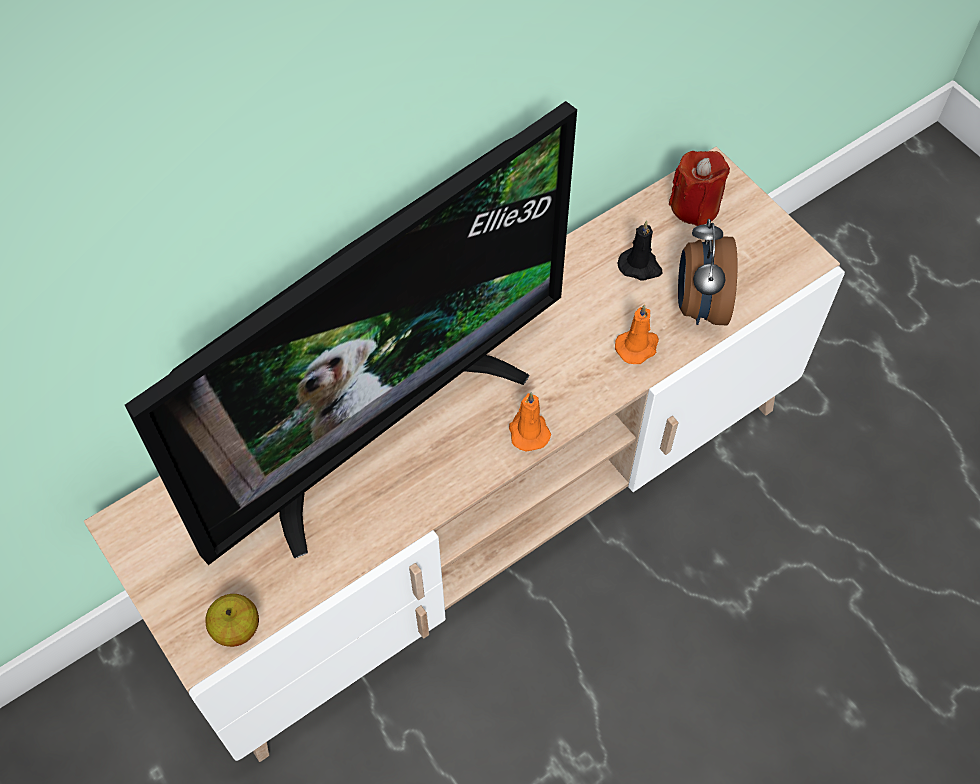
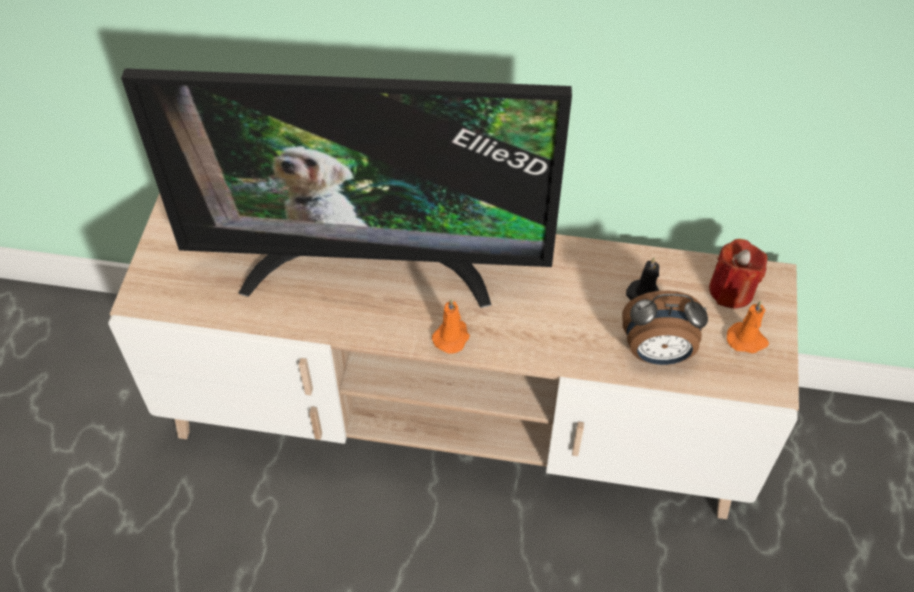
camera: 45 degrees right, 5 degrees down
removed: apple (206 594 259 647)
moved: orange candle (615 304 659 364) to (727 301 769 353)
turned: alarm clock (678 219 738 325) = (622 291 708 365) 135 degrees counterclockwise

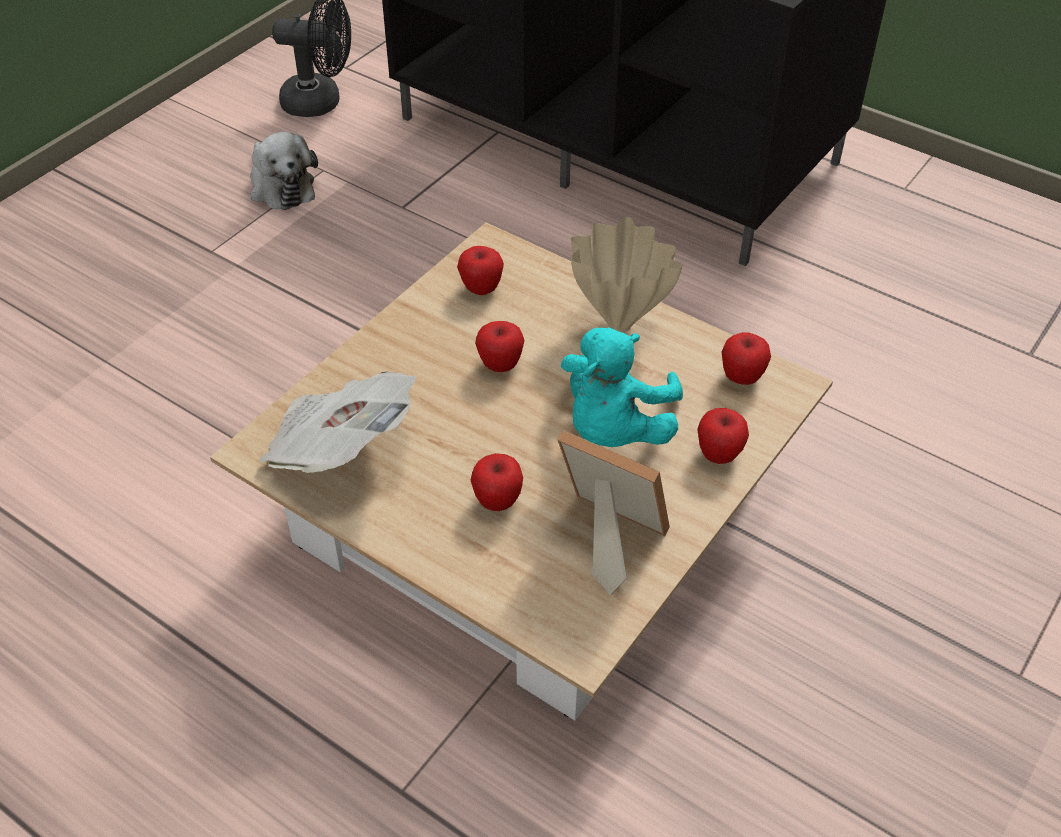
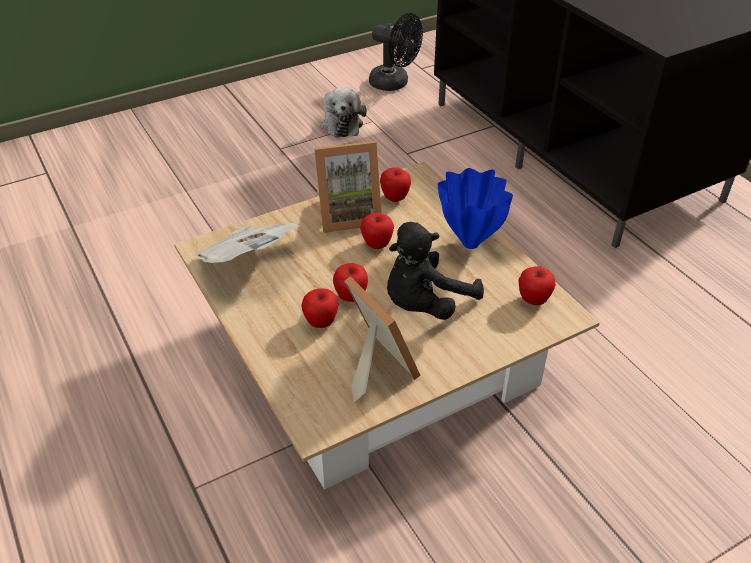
camera: 25 degrees right, 5 degrees down
added: picture frame (314 141 382 233)
moved: apple (697 408 749 464) to (333 263 368 302)
recoloured: turquoise plush toy (561 327 683 447) to black plush toy (387 222 484 320); beige vase (571 217 682 333) to blue vase (438 168 513 249)

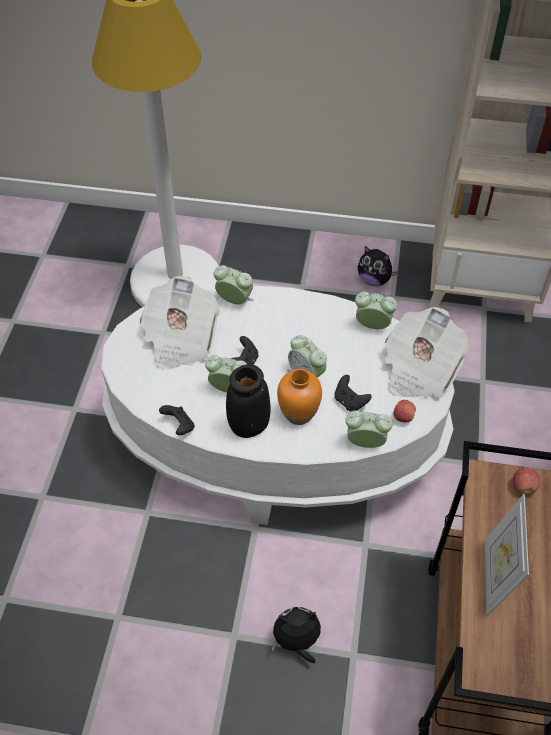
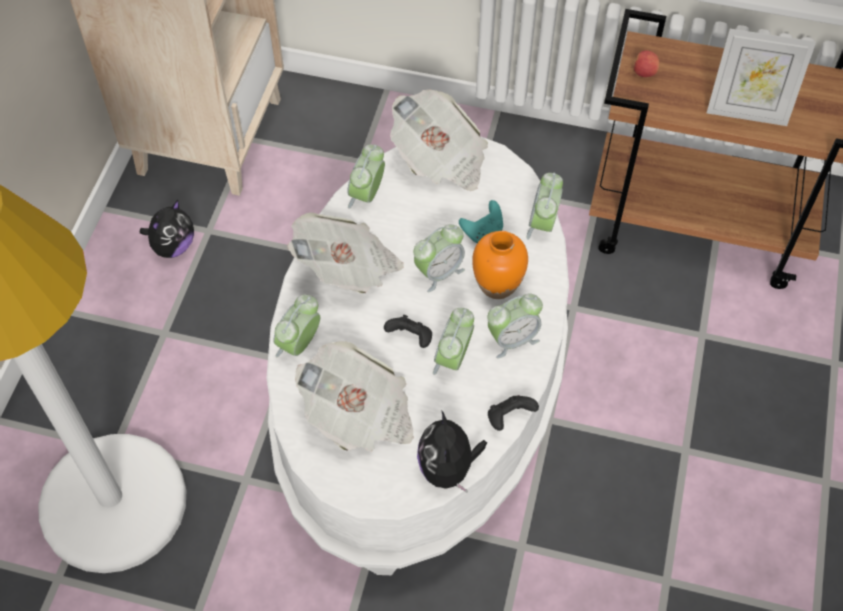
camera: 85 degrees left, 5 degrees up
removed: apple (393 400 416 422)
added: newspaper (287 212 404 294)
moved: plush toy (271 607 321 663) to (417 410 487 493)
replaced: black vase (226 364 270 438) to alarm clock (487 293 543 358)
recoloured: black game controller (335 375 372 412) to turquoise game controller (459 200 503 243)

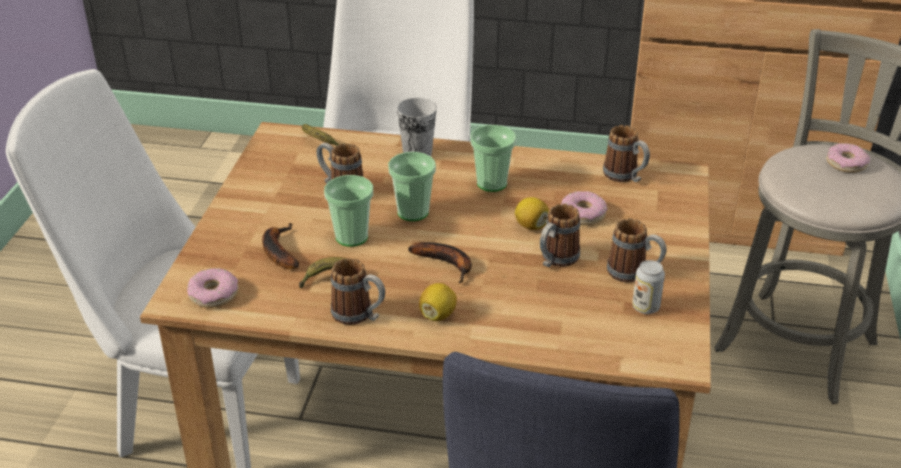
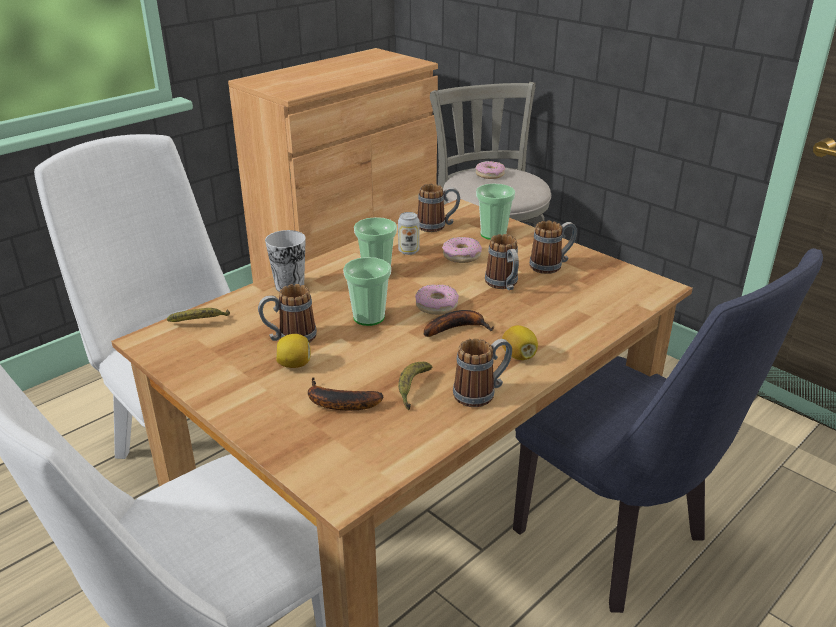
camera: 55 degrees left, 5 degrees down
moved: donut (187 268 239 308) to (415 285 459 315); cup (324 175 373 247) to (476 183 515 240); lemon (515 197 549 230) to (276 334 311 368); can (632 260 665 314) to (398 212 419 255)

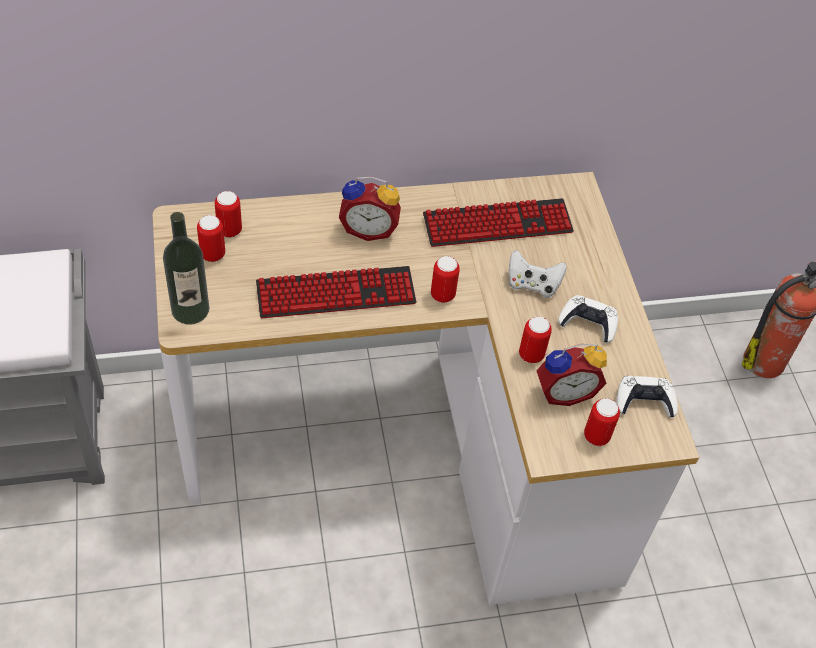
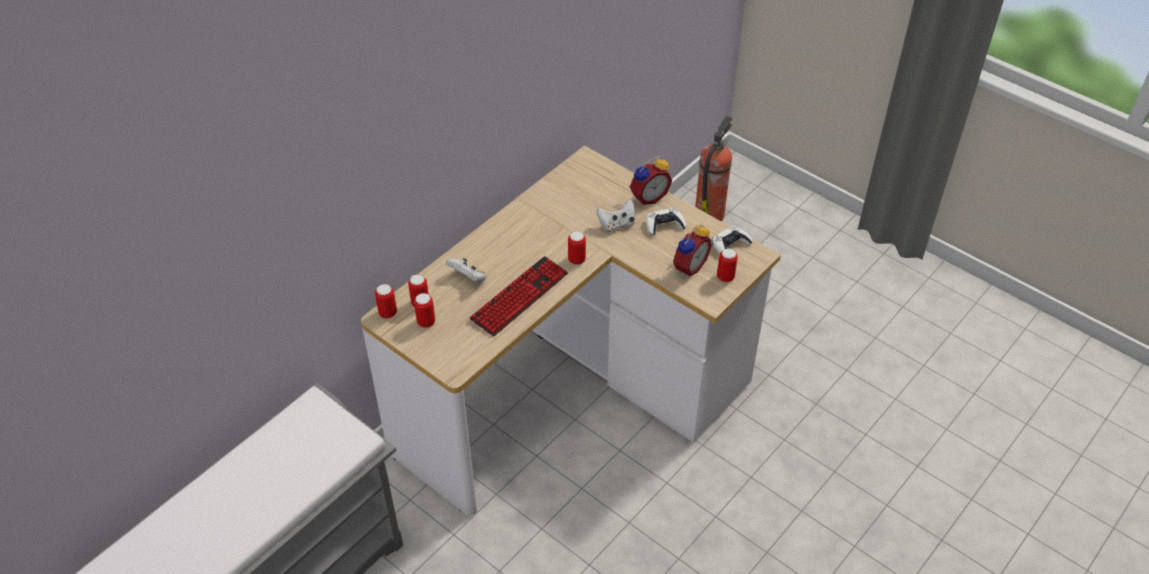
camera: 35 degrees left, 5 degrees down
removed: bottle (163 212 209 325); keyboard (423 198 574 247)
added: white game controller (446 258 486 283)
moved: alarm clock (339 176 401 241) to (630 156 672 205); can (519 316 552 363) to (375 284 397 319)

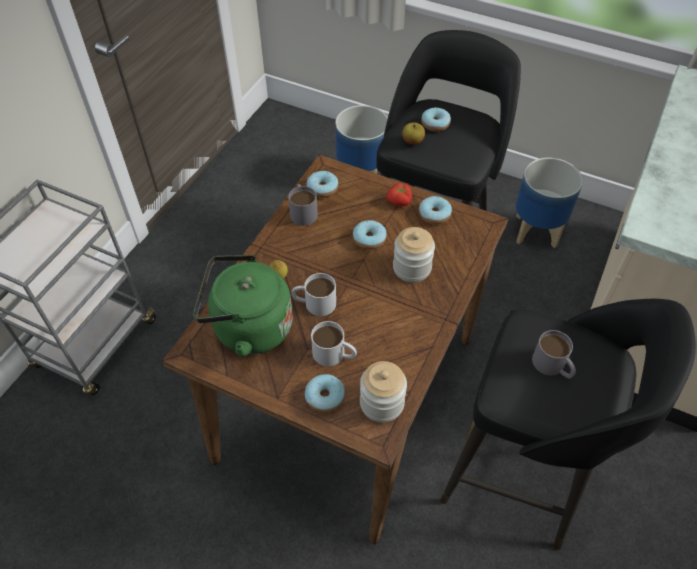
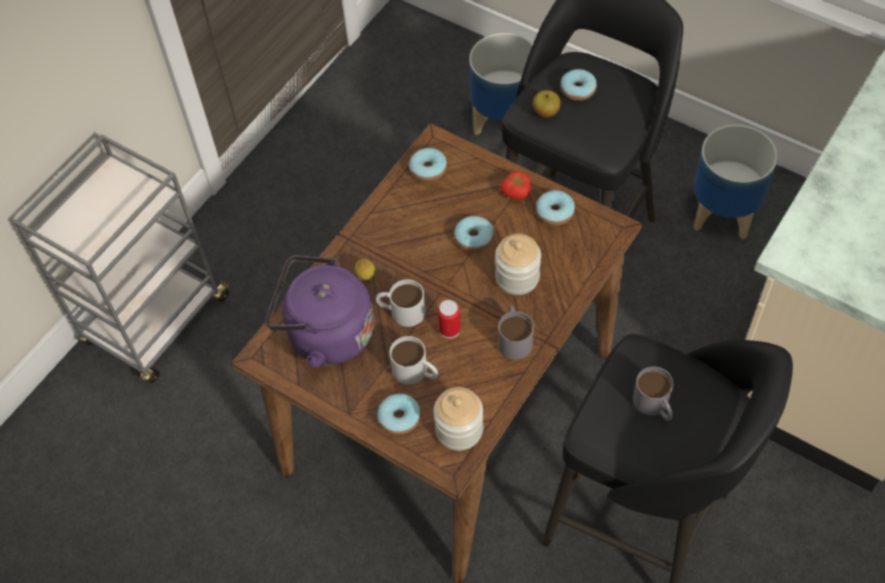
camera: 10 degrees right, 5 degrees up
added: can (438 300 461 339)
moved: grey mug (288 184 318 226) to (498 305 534 360)
recoloured: green kettle (193 255 293 357) to purple kettle (265 255 374 368)

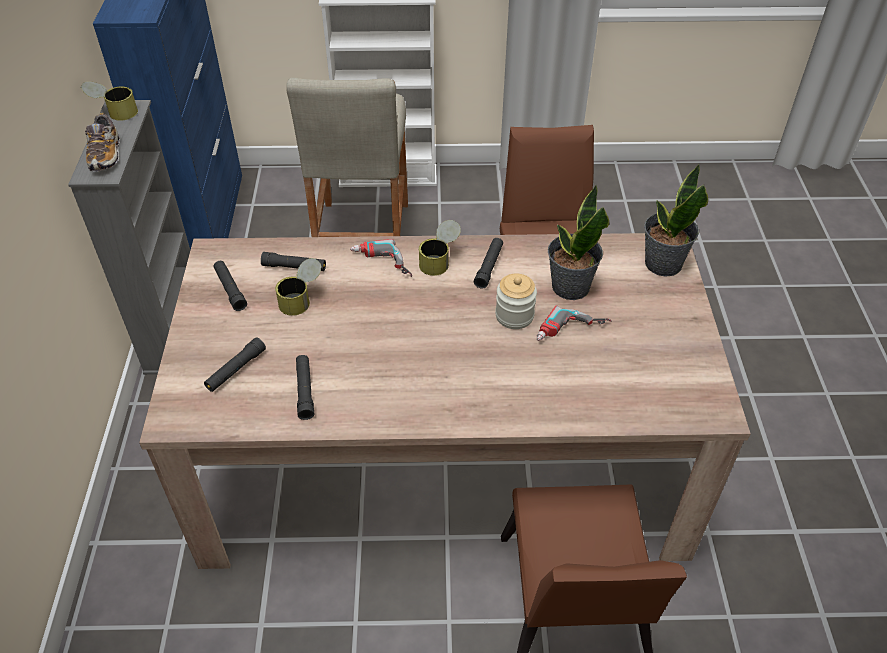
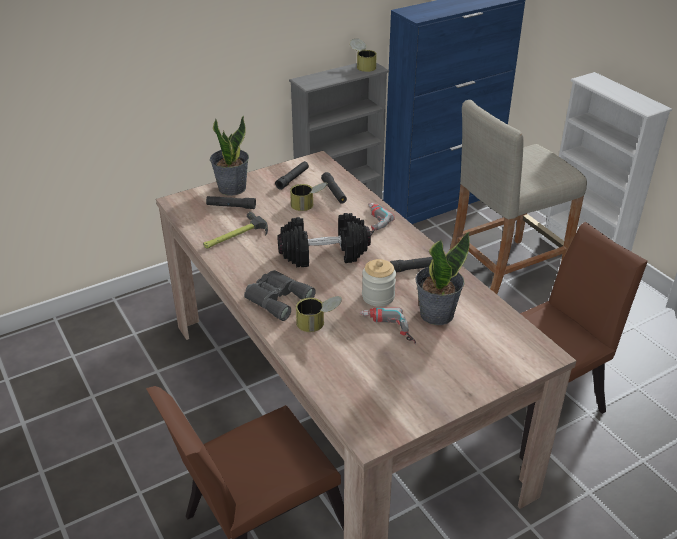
camera: 60 degrees right, 10 degrees down
removed: shoe (85 113 120 172)
added: grey binoculars (244 270 316 321); black dumbbell (277 213 371 267)
moved: can (419 220 461 276) to (296 296 342 332); potted plant (644 164 708 277) to (210 116 249 196)
replaced: black flashlight (296 355 314 420) to hammer (203 212 268 249)

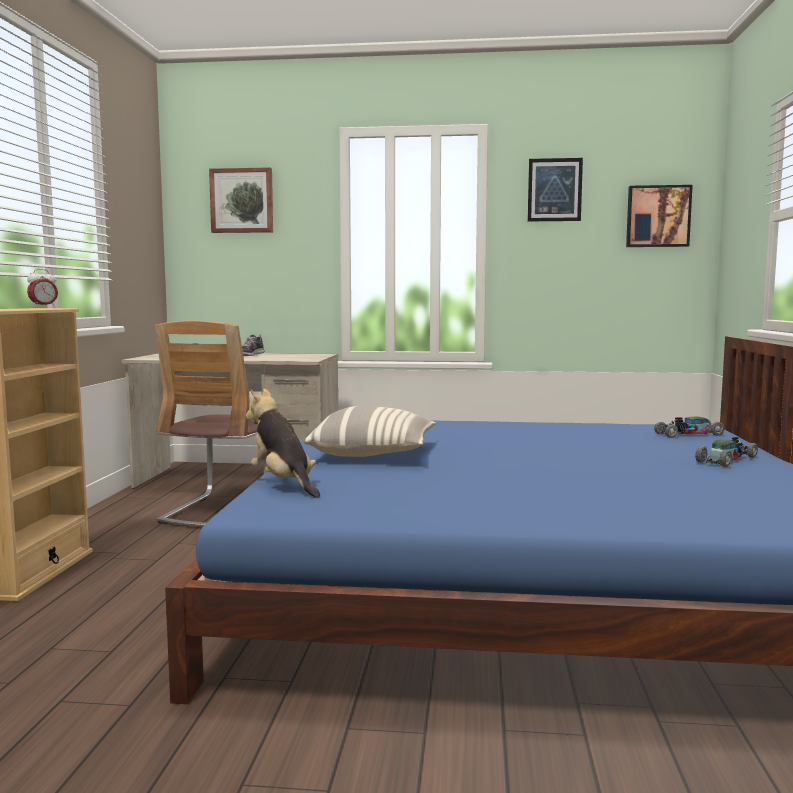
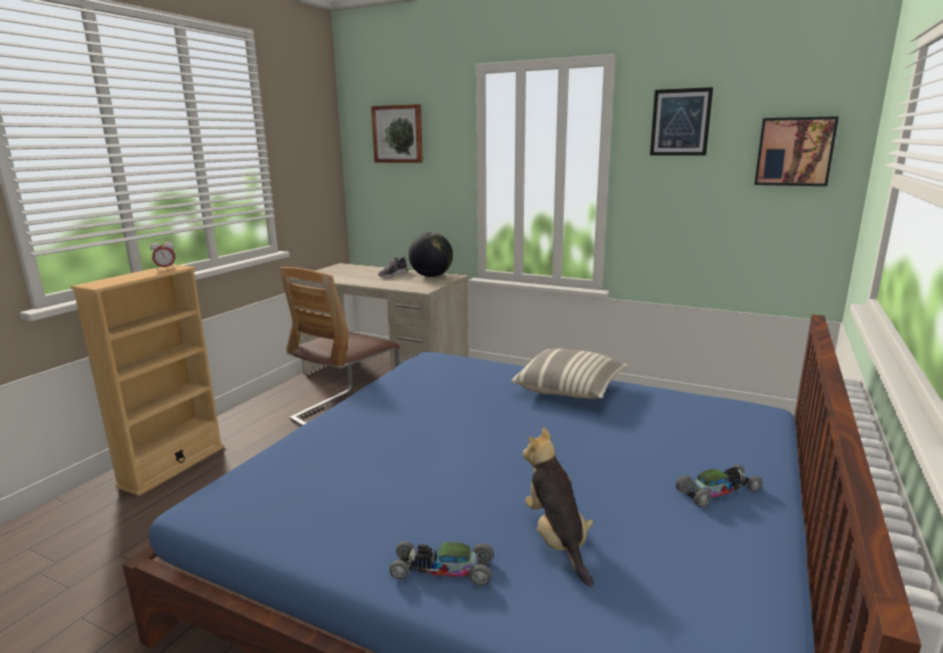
camera: 20 degrees right, 10 degrees up
added: globe (409 232 453 277)
moved: plush toy (246 388 320 498) to (523 427 594 587); pillow (304 406 436 457) to (511 349 628 399); toy car (654 417 725 438) to (389 541 494 586)

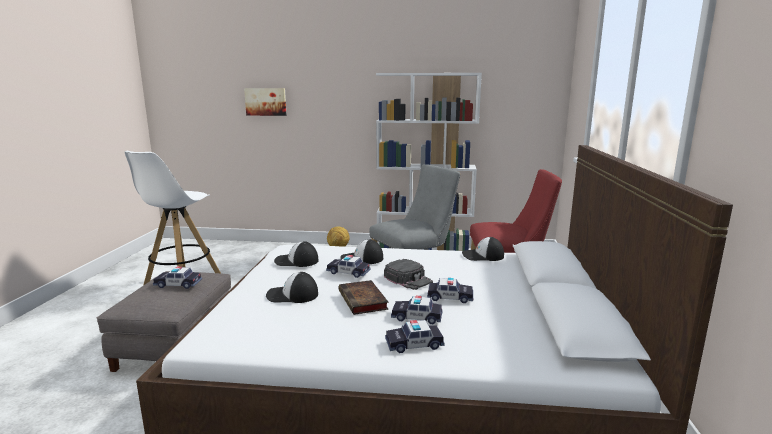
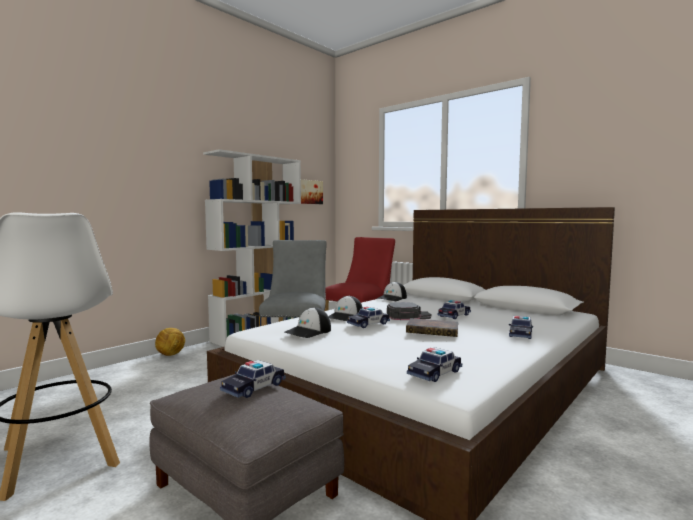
camera: 55 degrees left, 10 degrees down
removed: cap (266 272 318 303)
moved: picture (244 88 287 116) to (301 179 323 204); toy car (391 296 443 324) to (407 347 462 382)

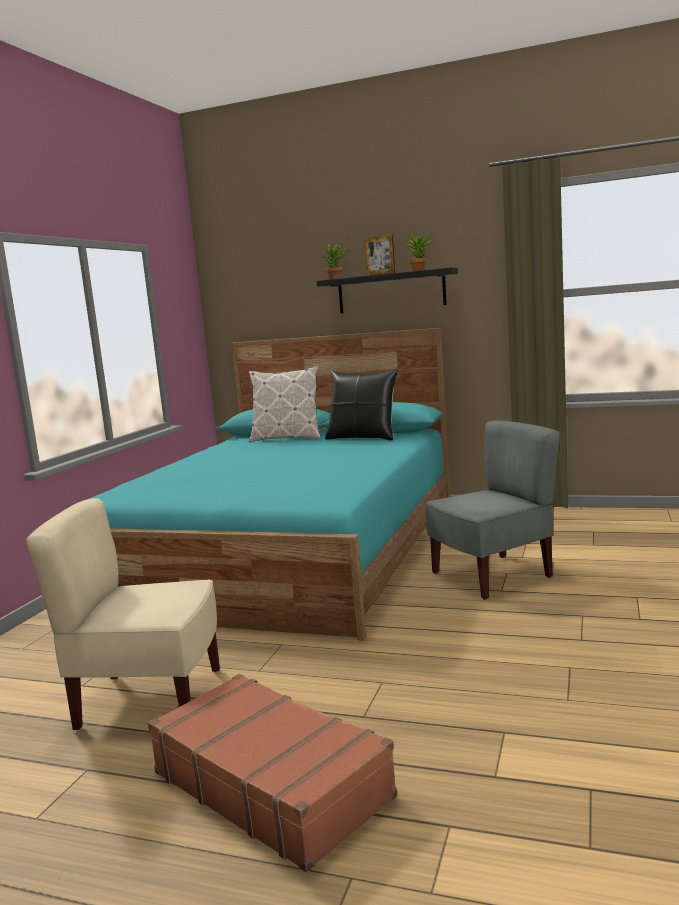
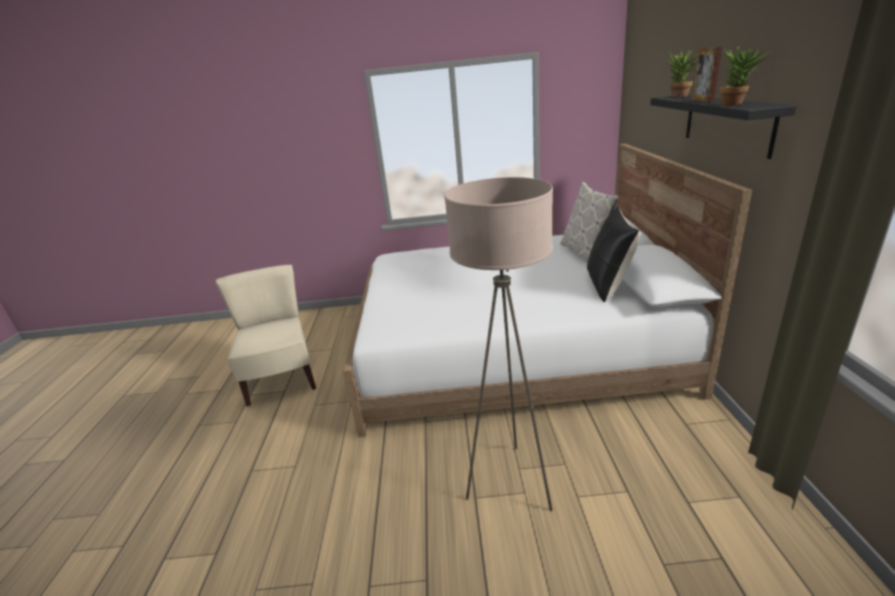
camera: 70 degrees right, 15 degrees up
removed: brown suitcase (148 674 397 872)
replaced: grey chair (426 421 560 600) to beige floor lamp (444 177 553 511)
recoloured: turquoise bed (90 328 450 640) to white bed (343 144 752 437)

